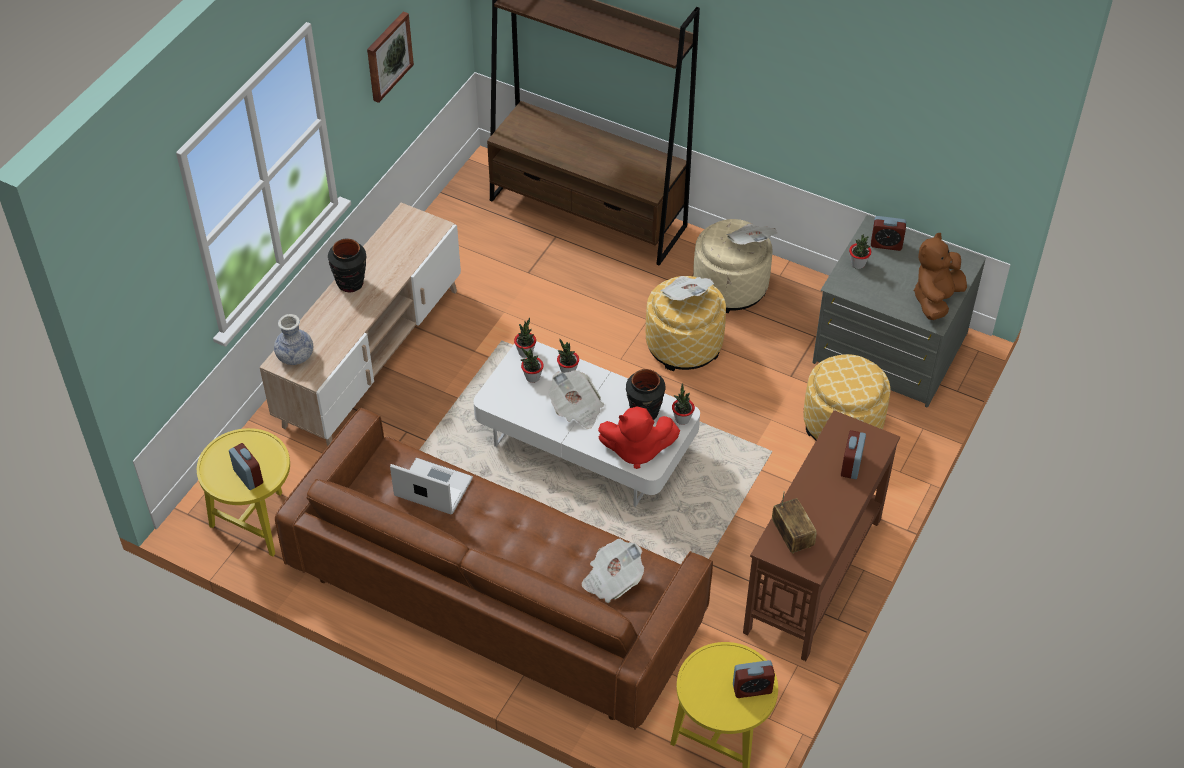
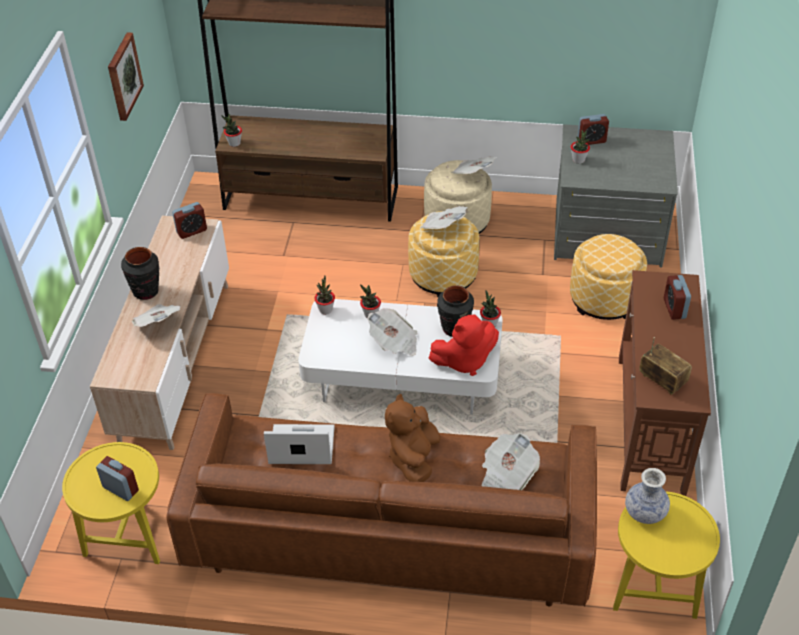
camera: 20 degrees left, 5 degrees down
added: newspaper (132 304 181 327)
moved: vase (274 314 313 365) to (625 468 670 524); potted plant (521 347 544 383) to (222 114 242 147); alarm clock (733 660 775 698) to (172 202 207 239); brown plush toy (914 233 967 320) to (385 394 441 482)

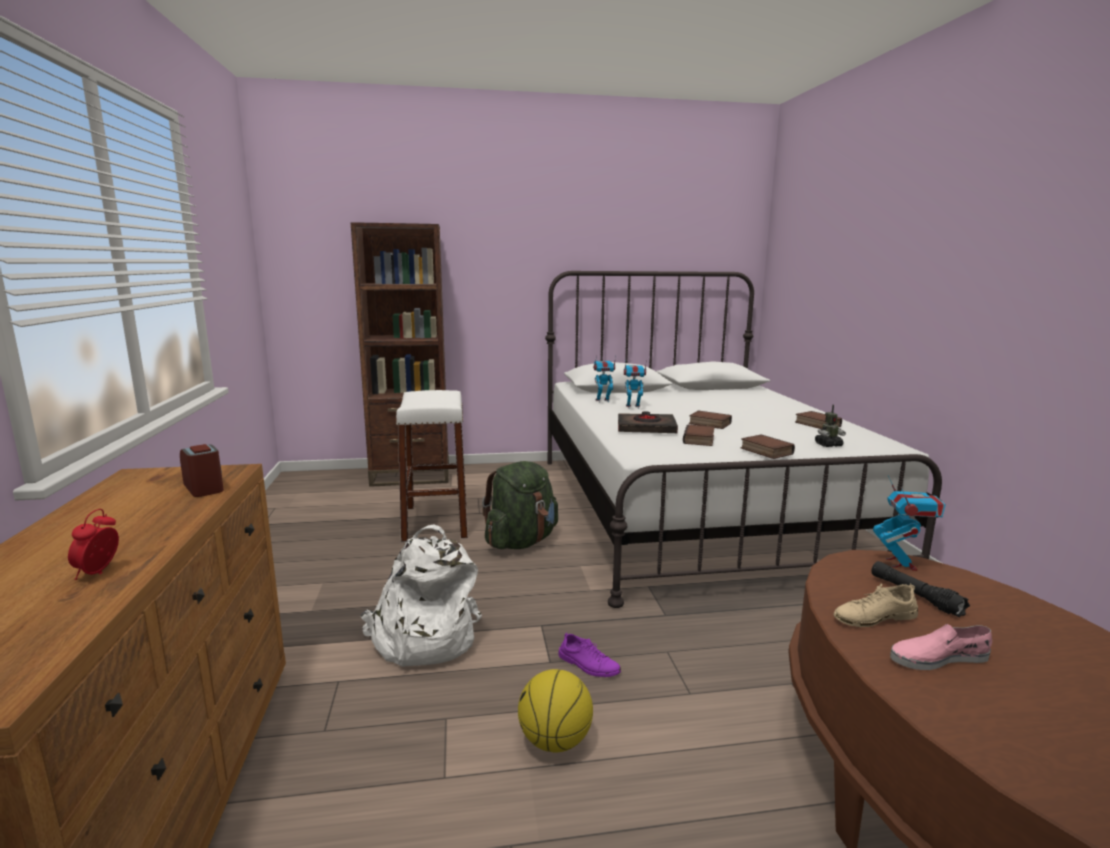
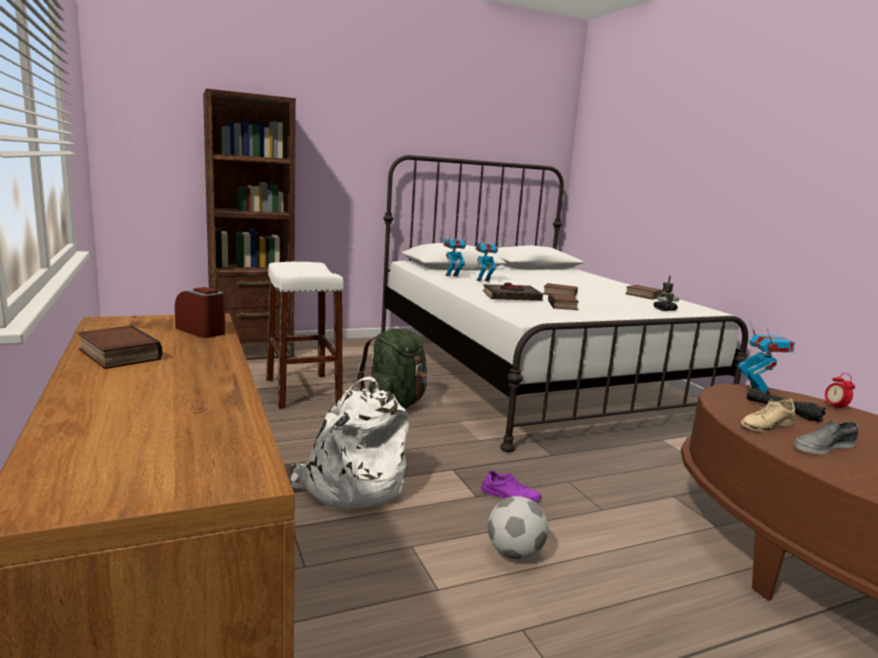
camera: 15 degrees left, 0 degrees up
moved: alarm clock (68 509 119 580) to (823 373 855 411); book (741 434 795 459) to (78 325 163 369)
replaced: basketball (518 669 593 752) to football (488 496 548 560)
recoloured: pink shoe (890 624 992 670) to grey shoe (794 421 858 454)

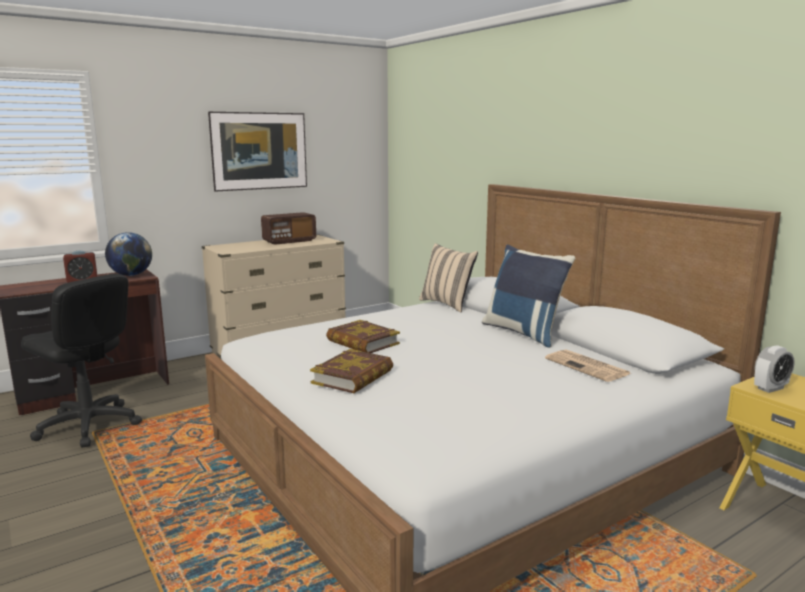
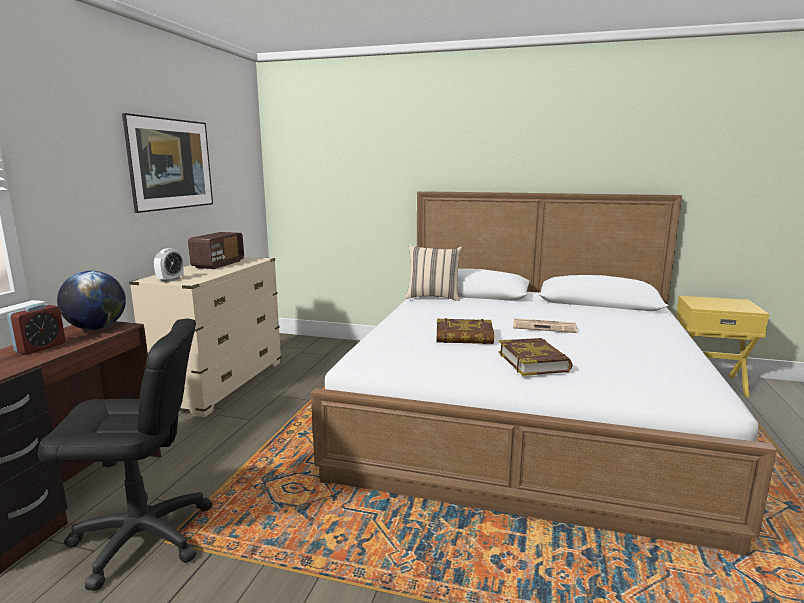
camera: 40 degrees left, 0 degrees up
removed: blue pillow (482 244 575 348)
moved: newspaper (545 349 631 382) to (513 318 577 333); alarm clock (754 345 795 393) to (154 248 184 282)

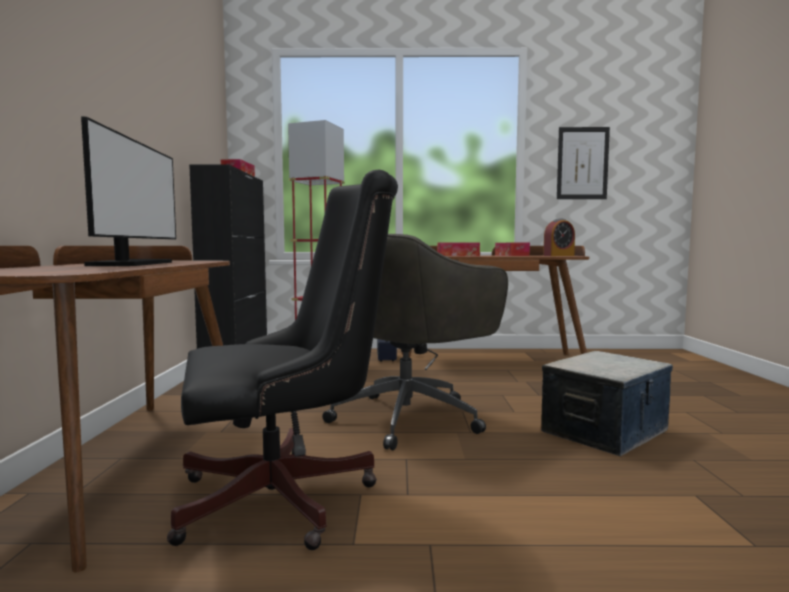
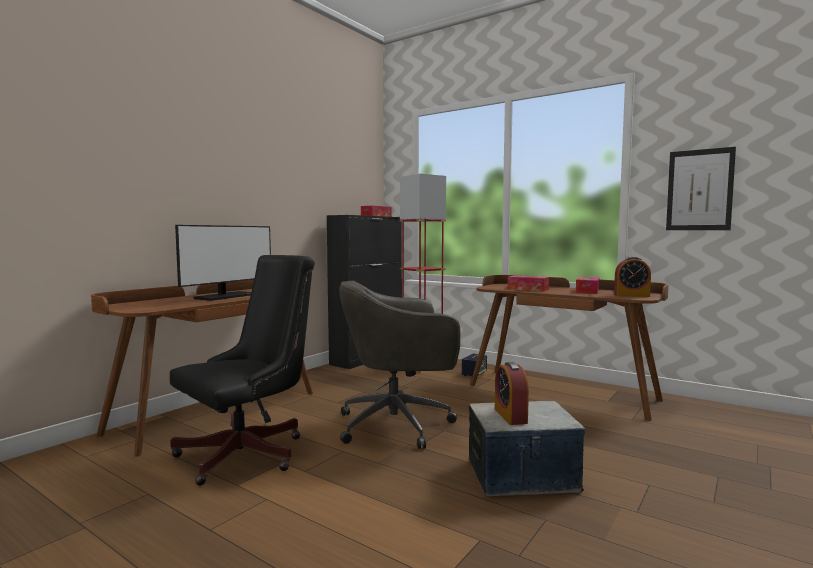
camera: 35 degrees right, 0 degrees up
added: alarm clock (495 362 529 425)
turned: black office chair (167 170 398 550) = (170 255 315 486) 60 degrees counterclockwise

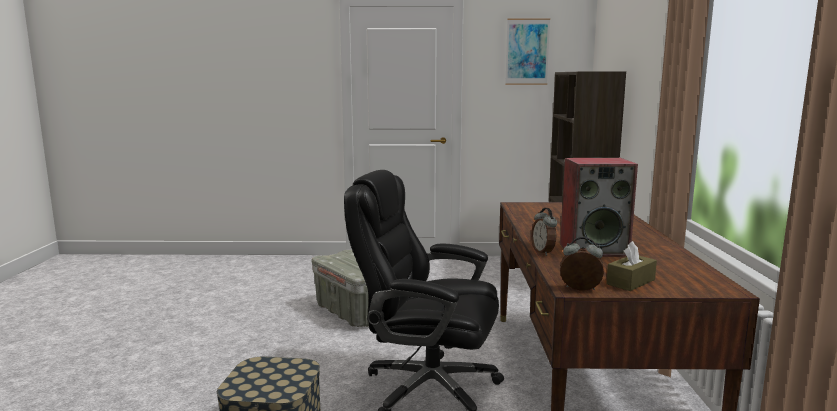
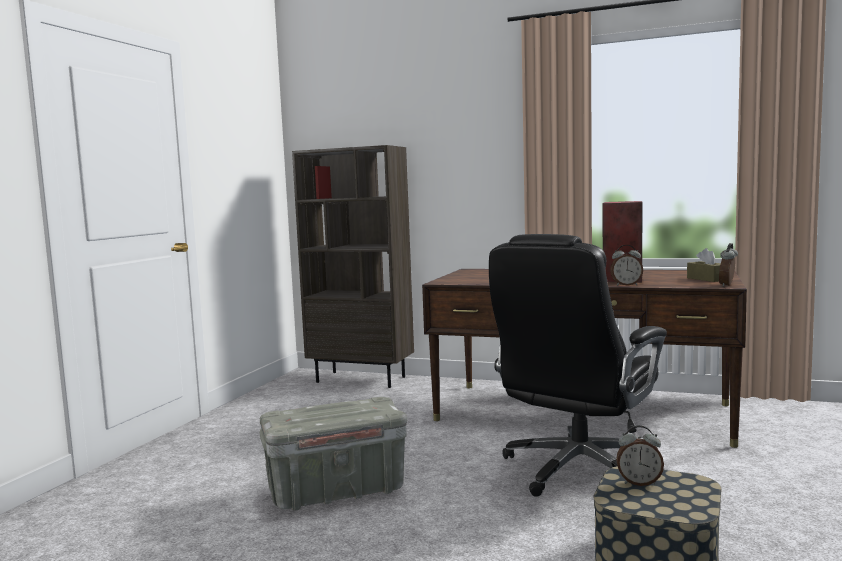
camera: 70 degrees left, 5 degrees down
removed: picture (505 19 550 85)
added: alarm clock (616 425 664 486)

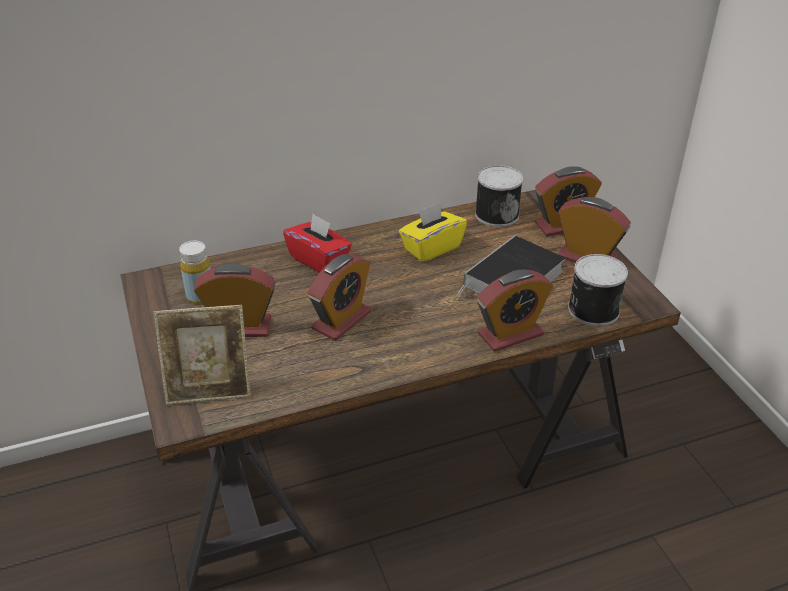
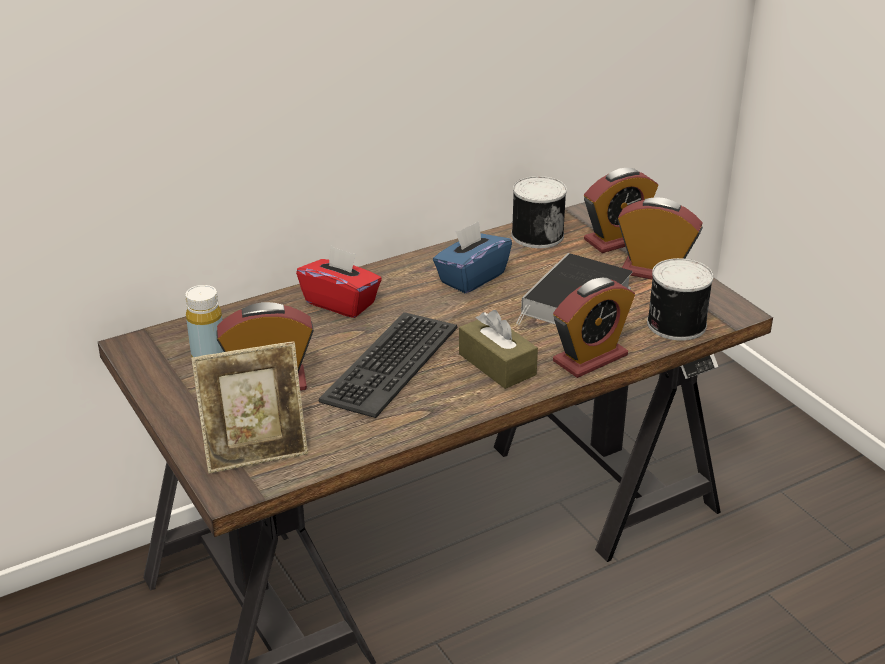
camera: 10 degrees left, 5 degrees down
added: brown tissue box (459 310 538 389)
replaced: alarm clock (308 254 371 341) to keyboard (318 312 457 418)
recoloured: yellow tissue box (399 203 467 262) to blue tissue box (433 221 512 293)

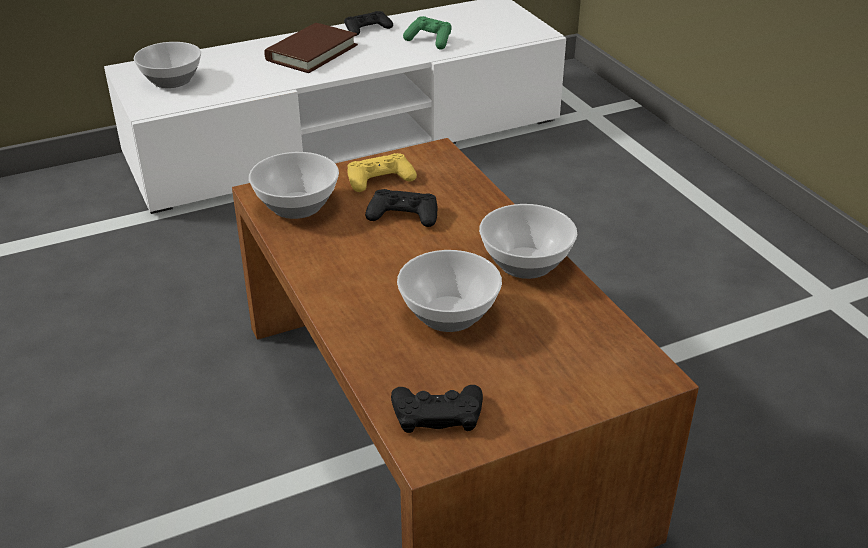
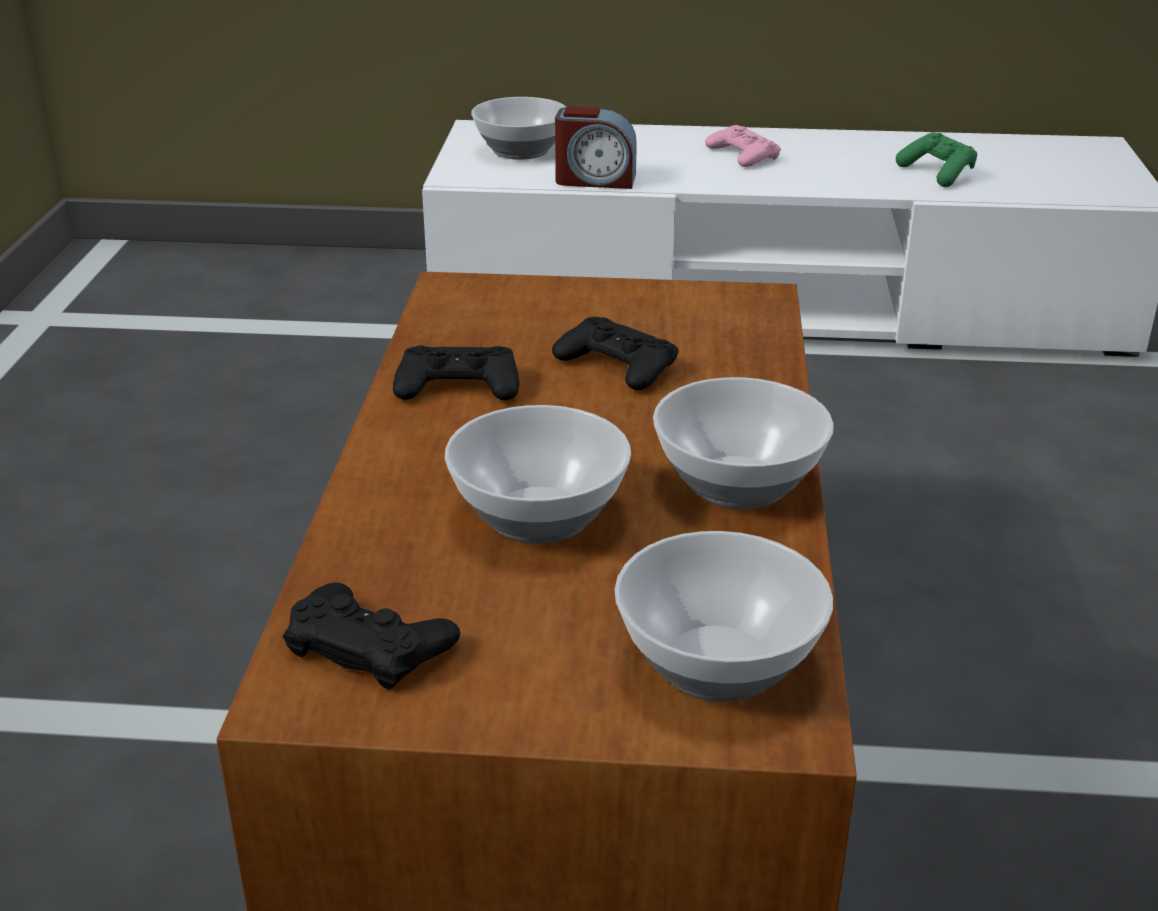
camera: 30 degrees right, 5 degrees down
removed: yellow game controller (348 153 417 192)
added: alarm clock (555 106 637 189)
moved: bowl (249 152 339 219) to (615 531 833 702); black game controller (344 11 393 36) to (393 345 519 400)
replaced: brown book (264 23 358 73) to pink game controller (705 125 781 167)

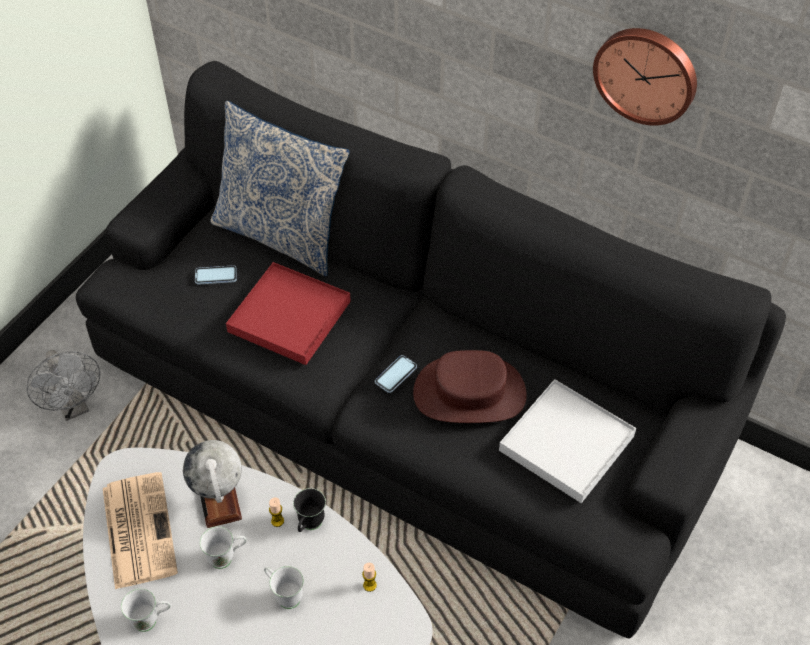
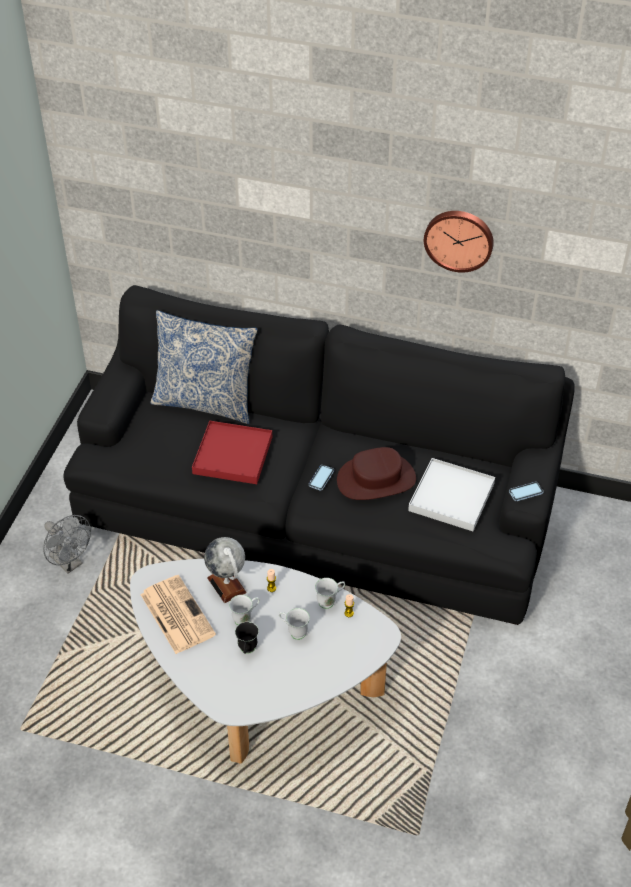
camera: 15 degrees left, 5 degrees down
moved: white mug (121 588 171 632) to (315 578 345 609); phone (195 265 237 285) to (509 482 544 501); black mug (293 488 326 532) to (235 622 259 654)

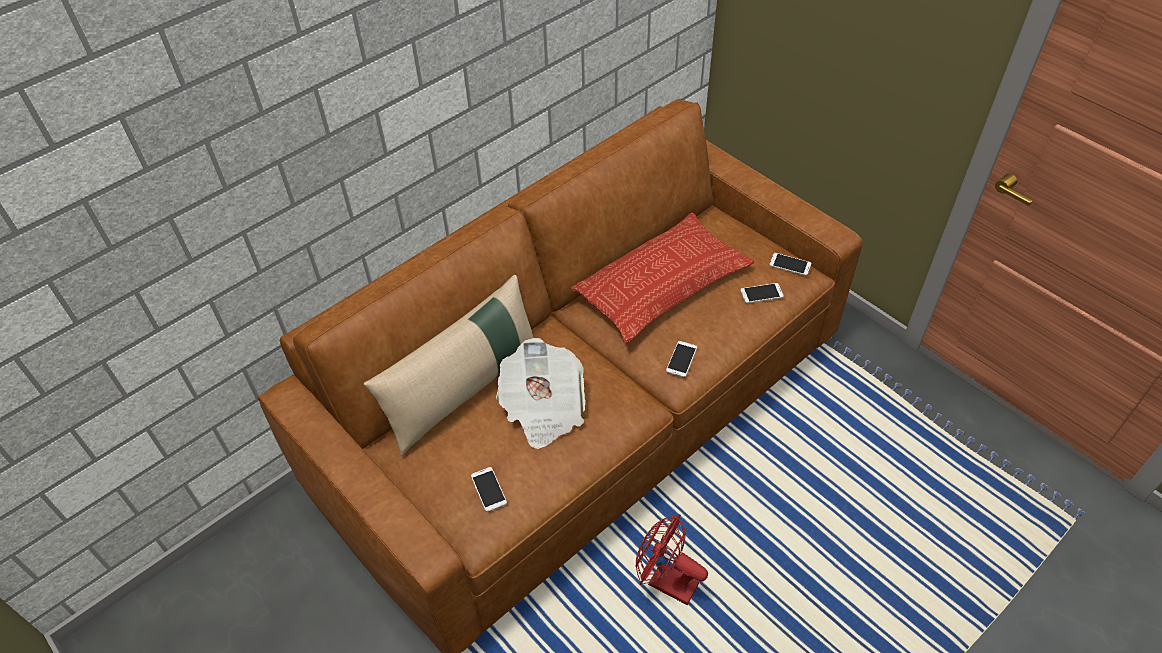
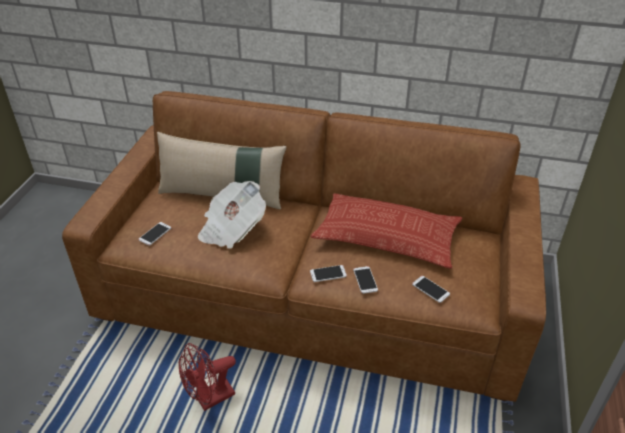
camera: 55 degrees right, 10 degrees down
moved: phone (769 253 811 276) to (353 266 378 294)
turned: red fan (635 515 708 605) = (179 343 236 411) 120 degrees counterclockwise

